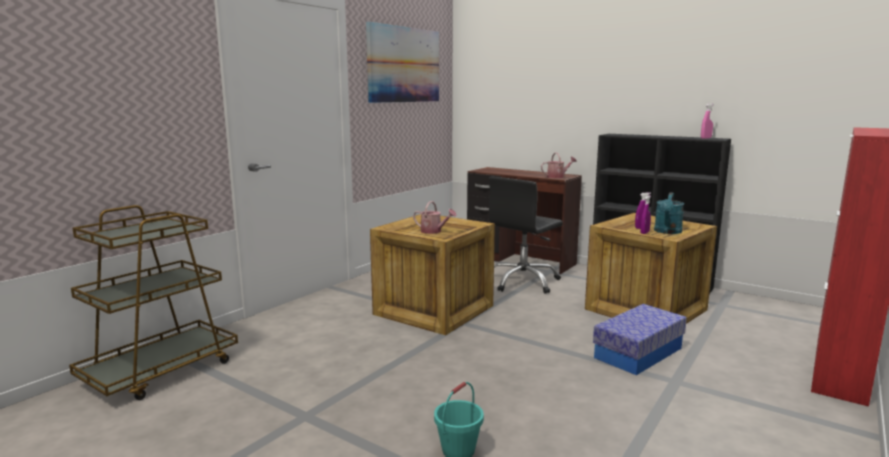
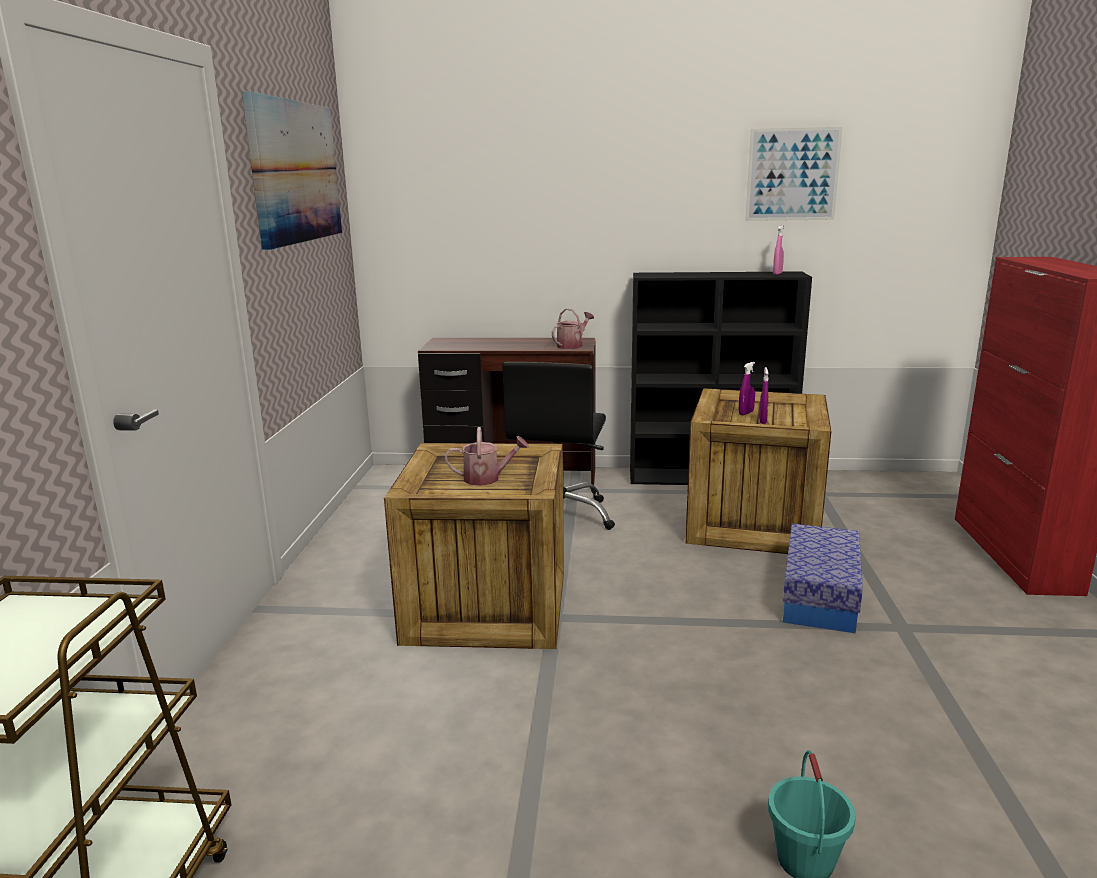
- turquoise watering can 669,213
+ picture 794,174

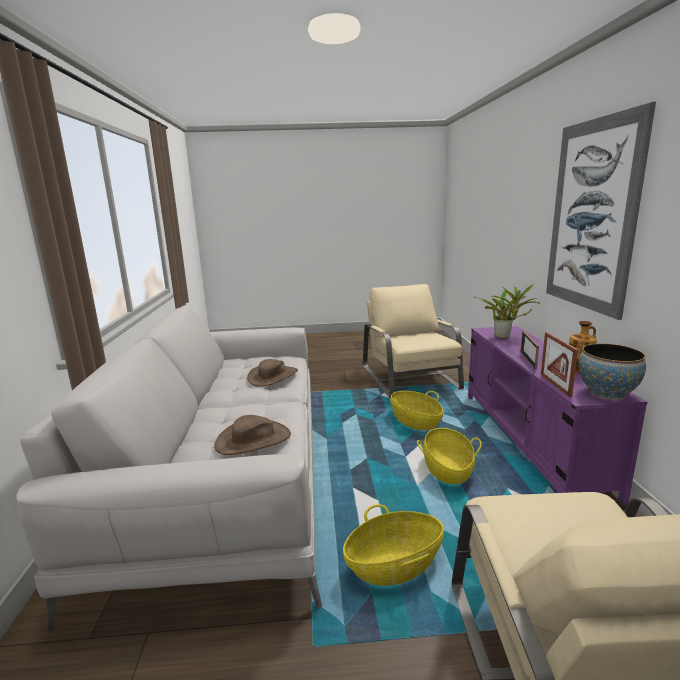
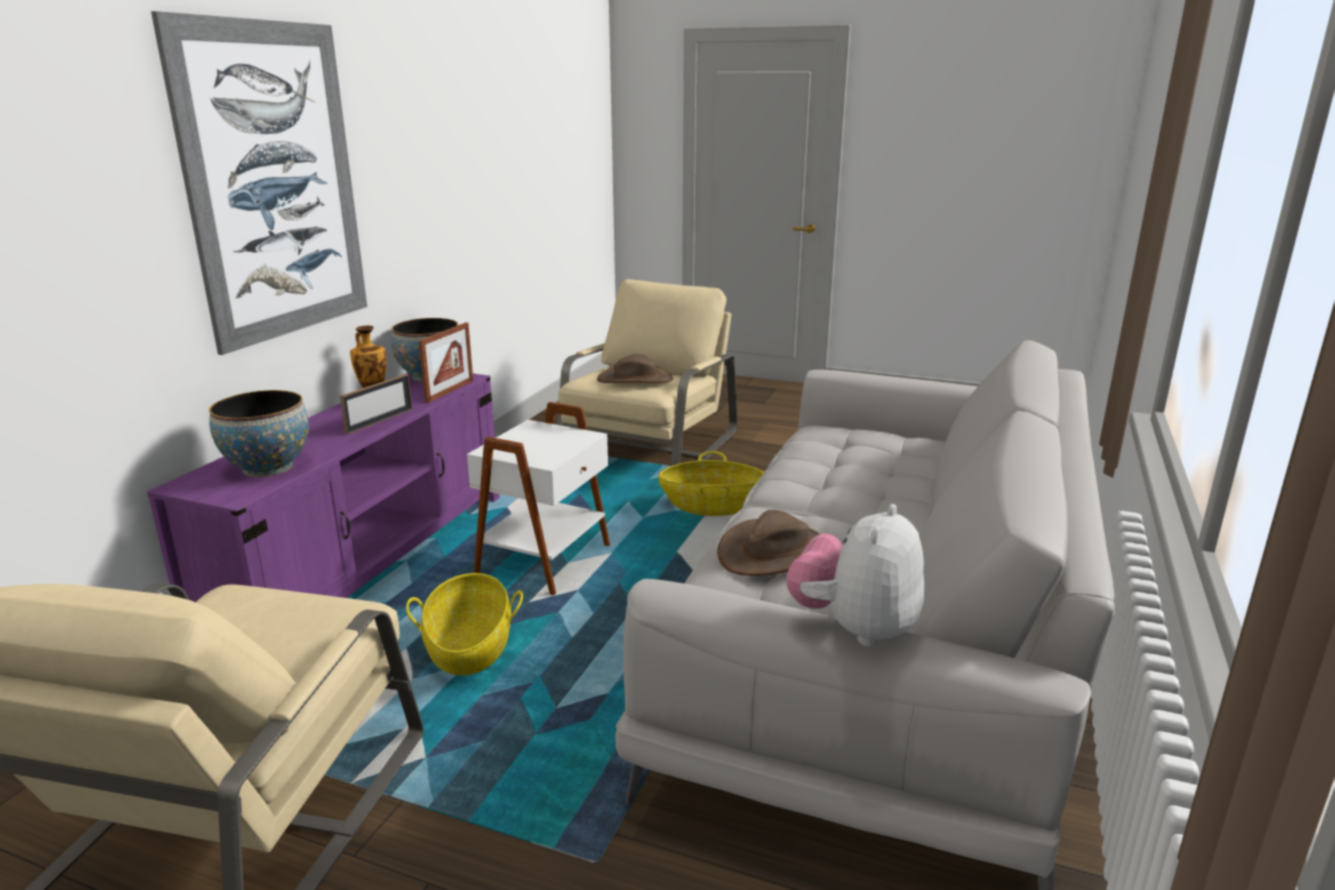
~ brown hat 252,435 to 635,368
~ basket 449,456 to white side table 538,498
~ potted plant 507,311 to bowl 259,433
+ plush toy 855,575

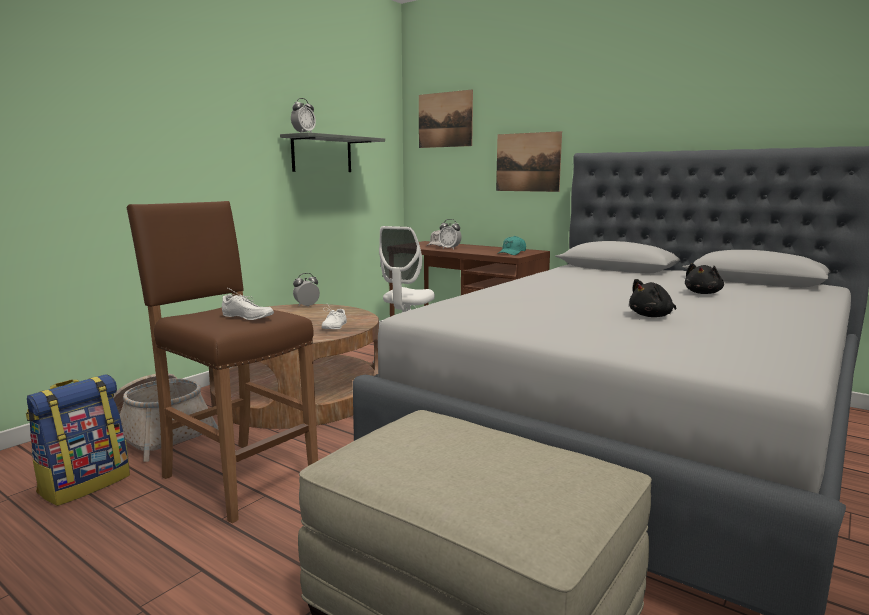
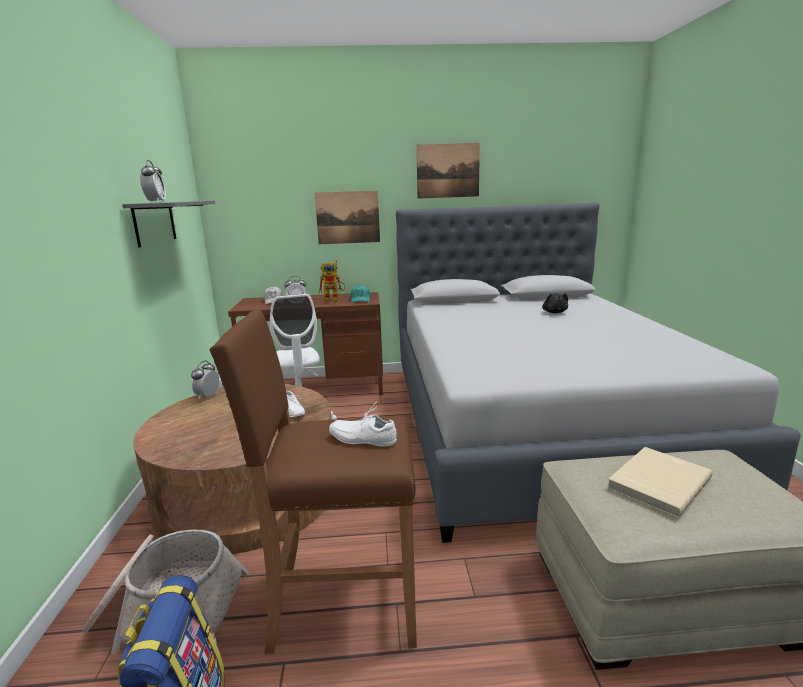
~ white shoe 248,304 = 363,424 150 degrees counterclockwise
~ picture 446,119 to 448,171
- black plush toy 652,298
+ toy robot 332,281
+ beige book 659,482

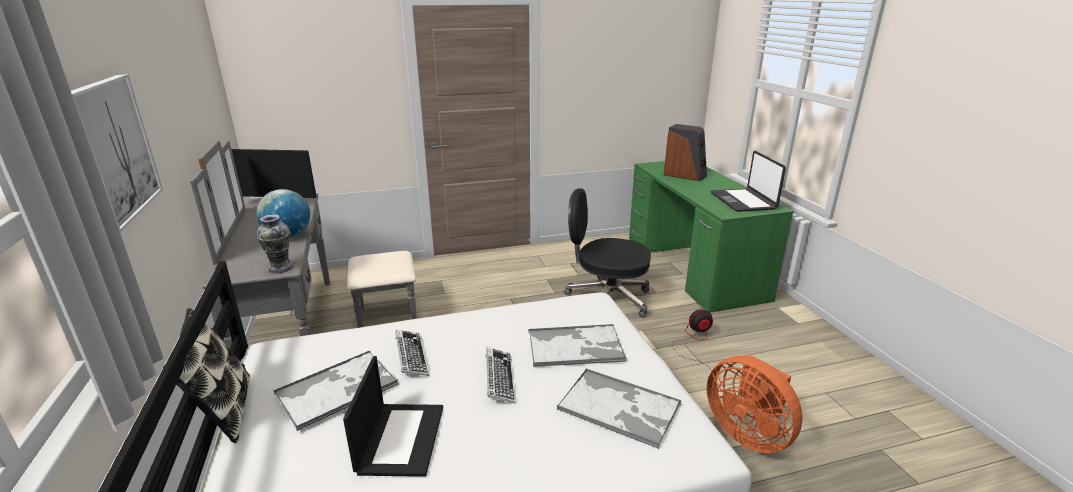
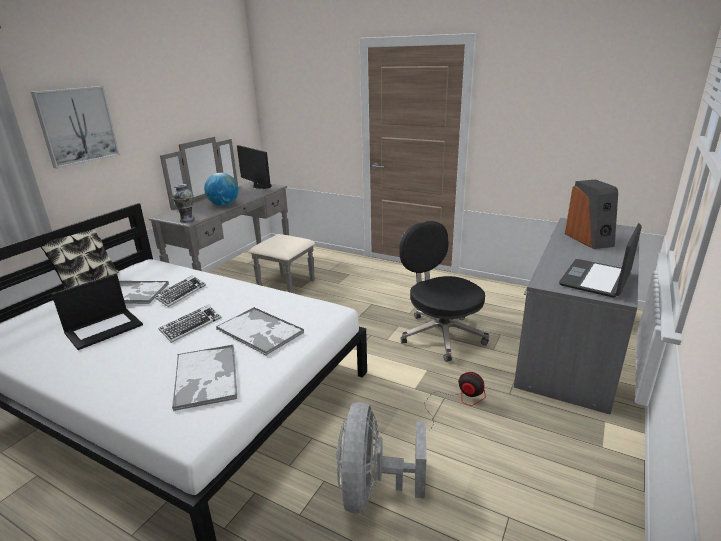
~ green desk 711,236 to grey desk 576,316
~ orange fan 754,404 to grey fan 381,457

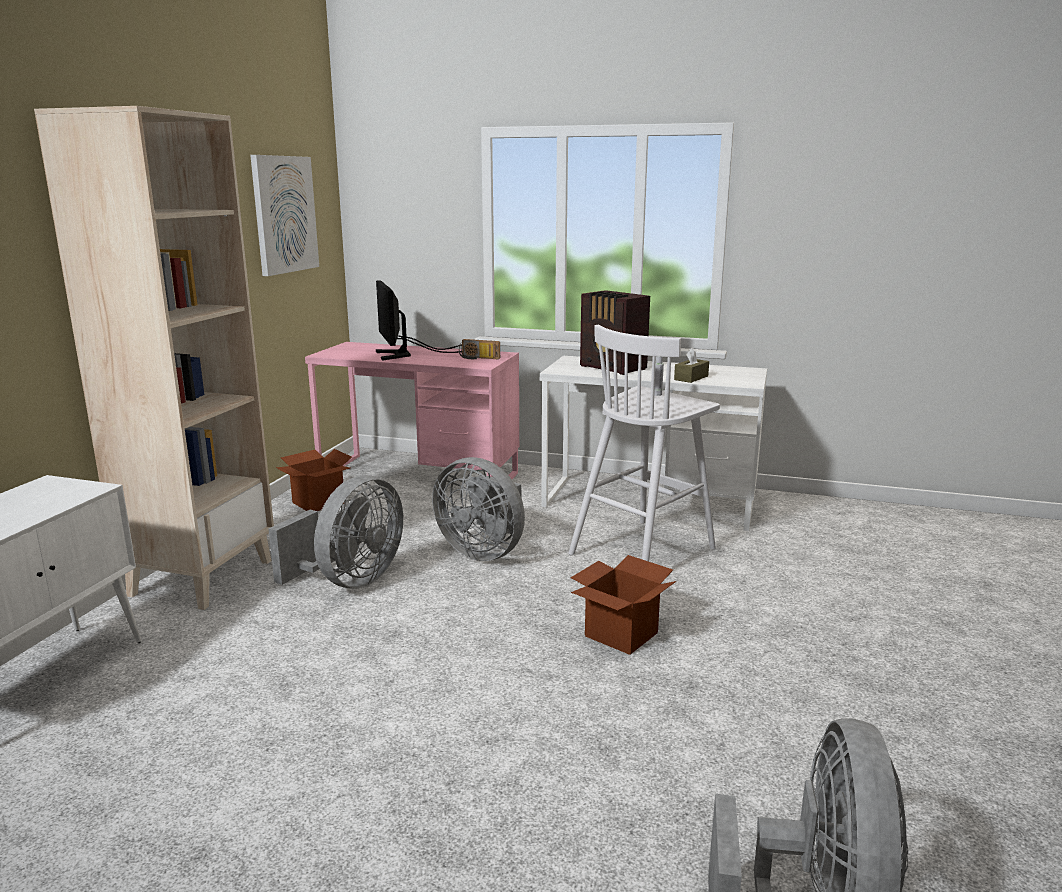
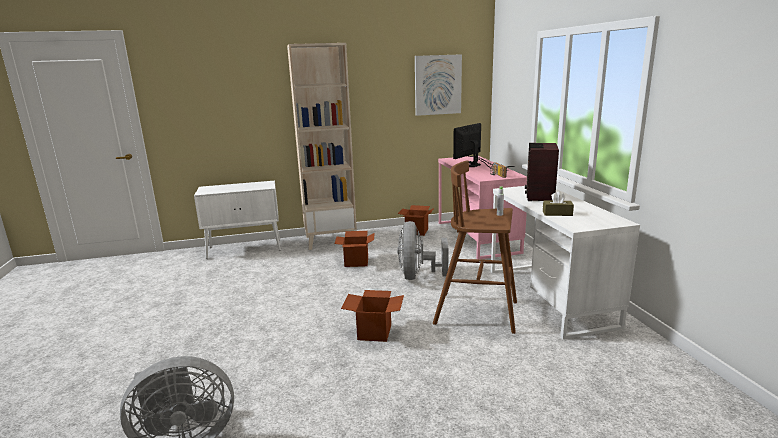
~ grey fan 335,531 to cardboard box 354,249
~ white stool 644,443 to brown stool 475,247

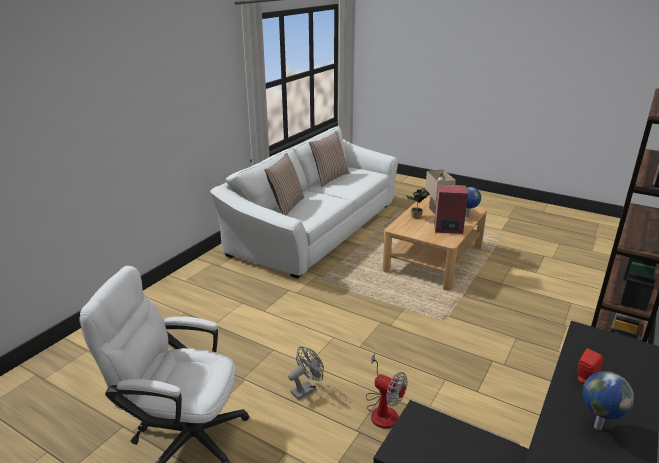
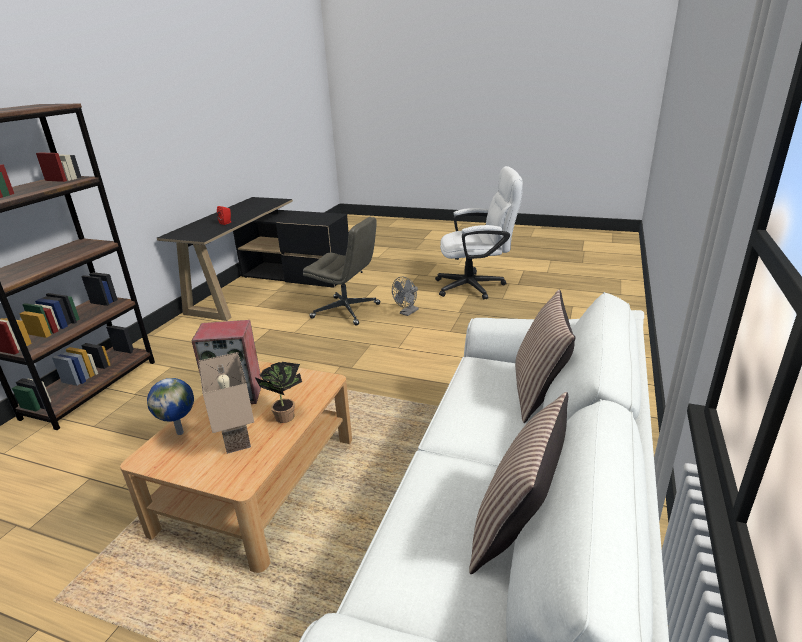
~ fan 386,391 to grey office chair 341,271
- globe 608,400

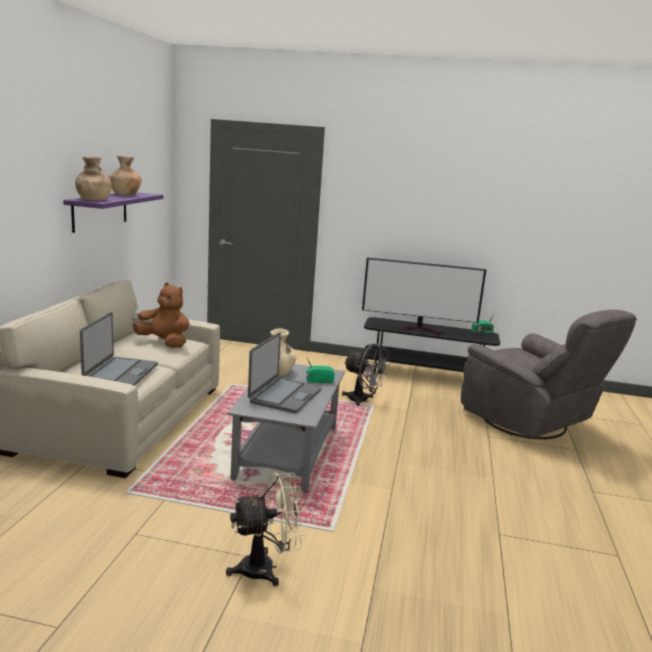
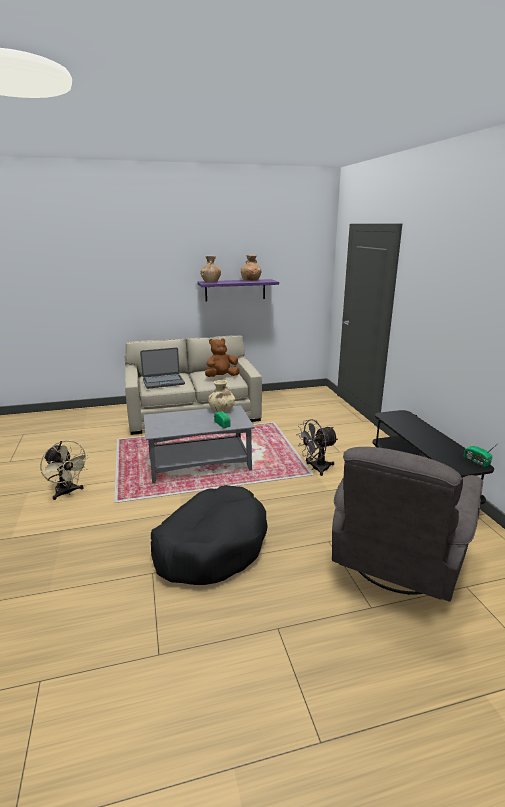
~ brown plush toy 161,315 = 222,357 120 degrees counterclockwise
- laptop 284,372
~ grey fan 366,375 = 317,447 60 degrees clockwise
- television 424,296
+ black dog bed 209,535

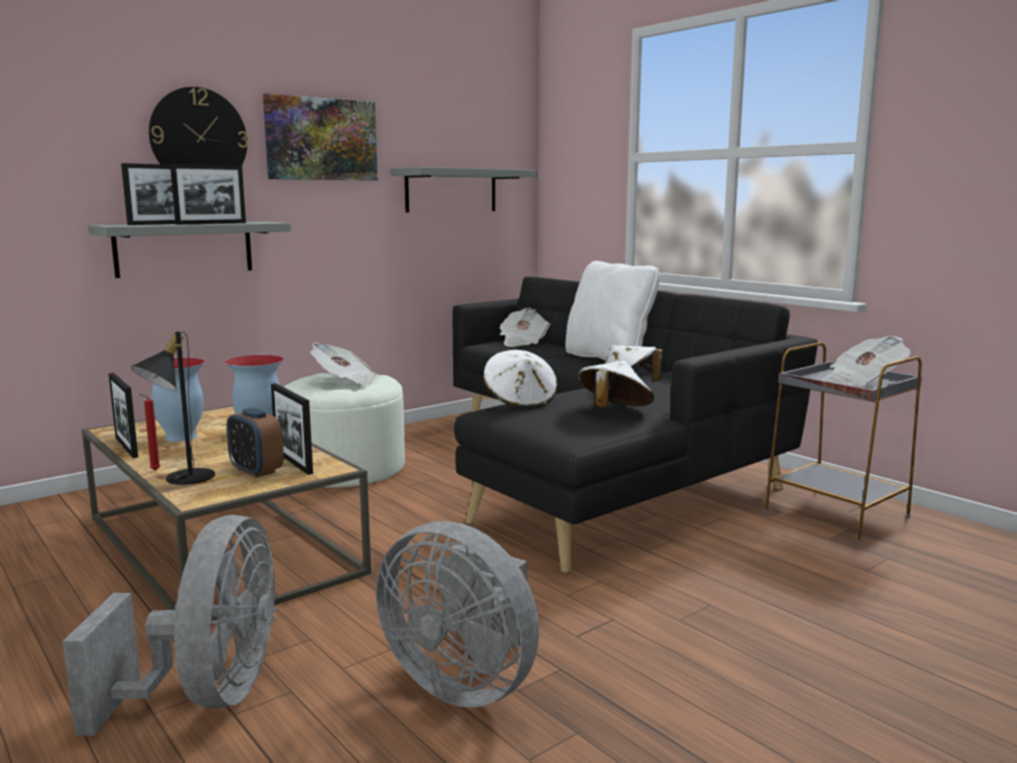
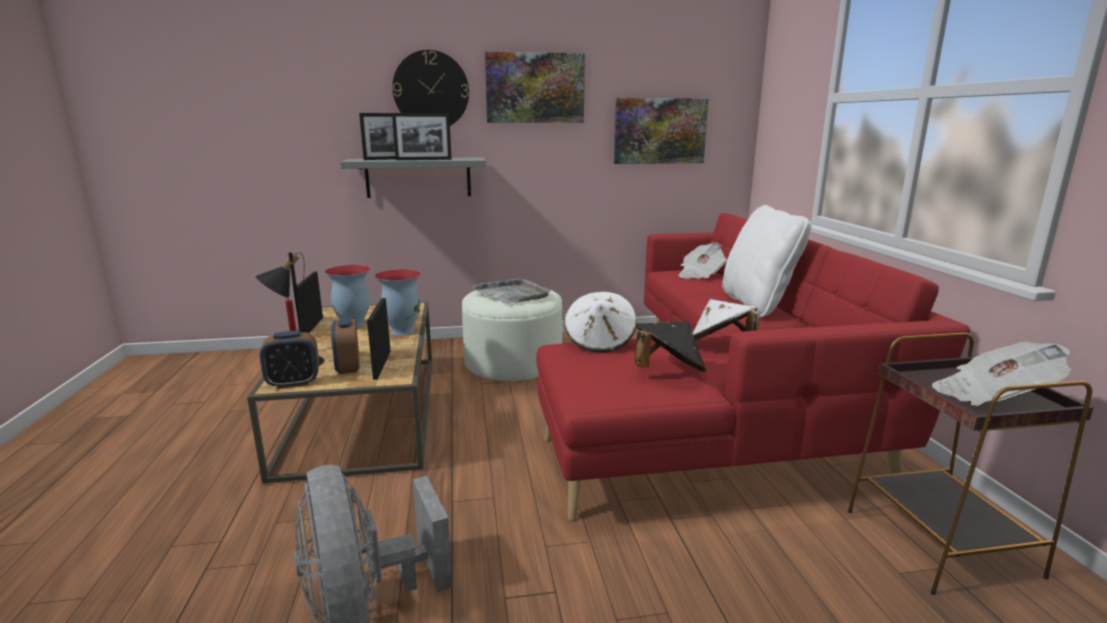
- grey fan 169,625
~ newspaper 343,364 to grey tray 511,290
~ grey shelf 464,189 to picture 661,131
~ black sofa 635,425 to red sofa 753,367
~ white hat 616,383 to black hat 670,346
~ grey side table 843,443 to brown side table 971,464
+ alarm clock 289,360

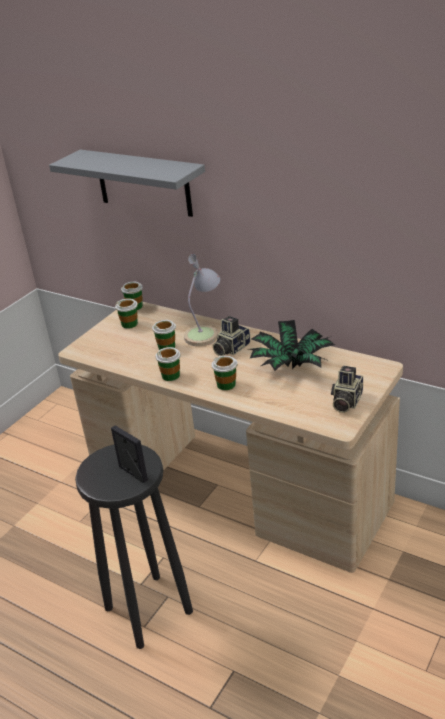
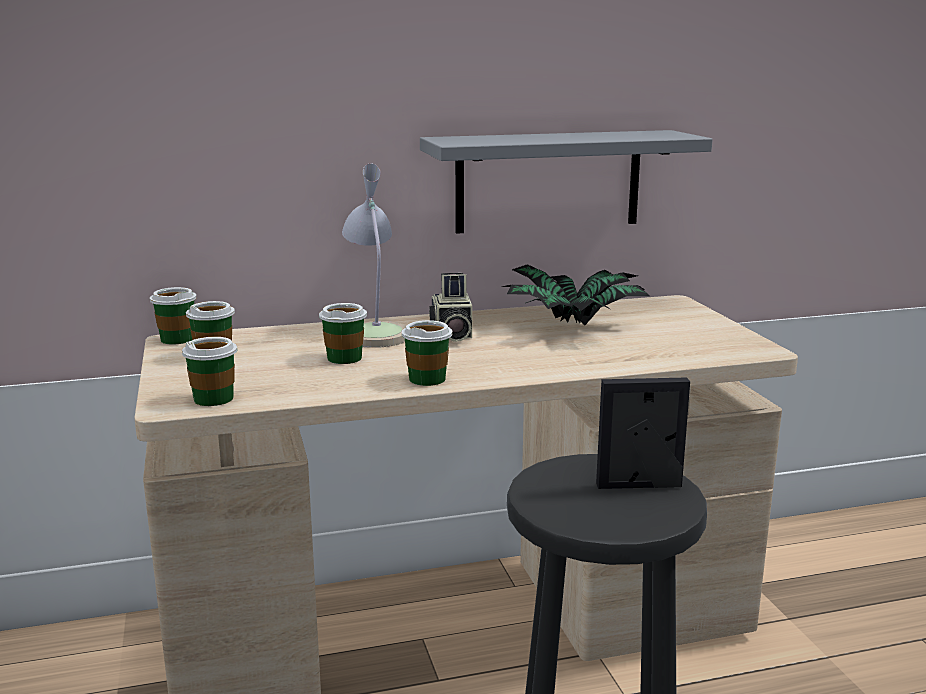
~ grey shelf 127,183 to 566,182
~ cup 224,372 to 210,371
- photo camera 347,389

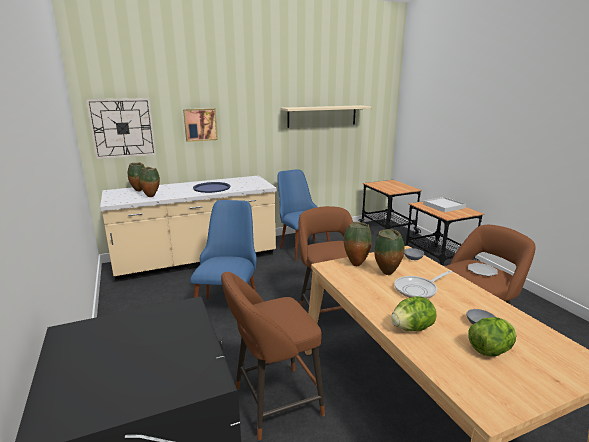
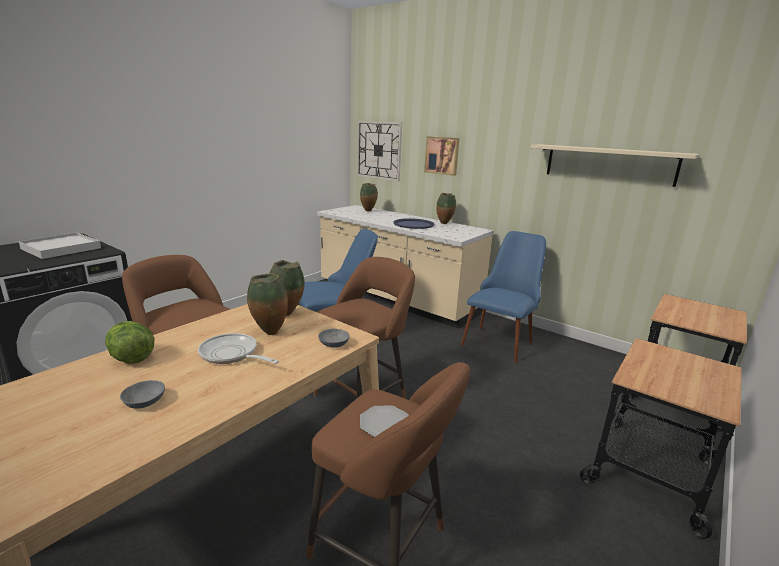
~ vase 149,182 to 446,208
~ white tray 444,204 to 60,246
- lettuce 493,336

